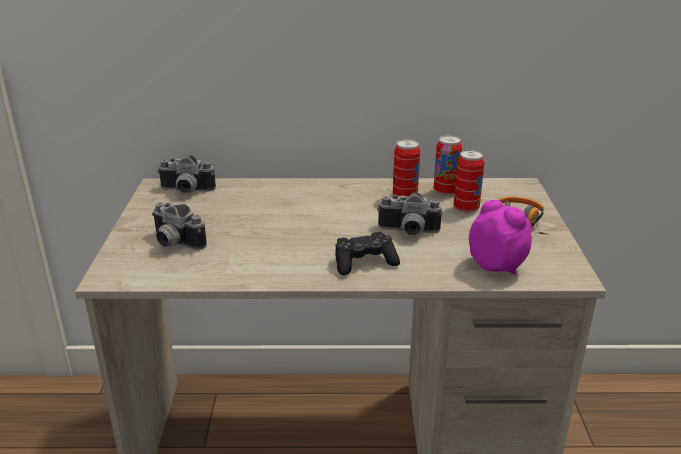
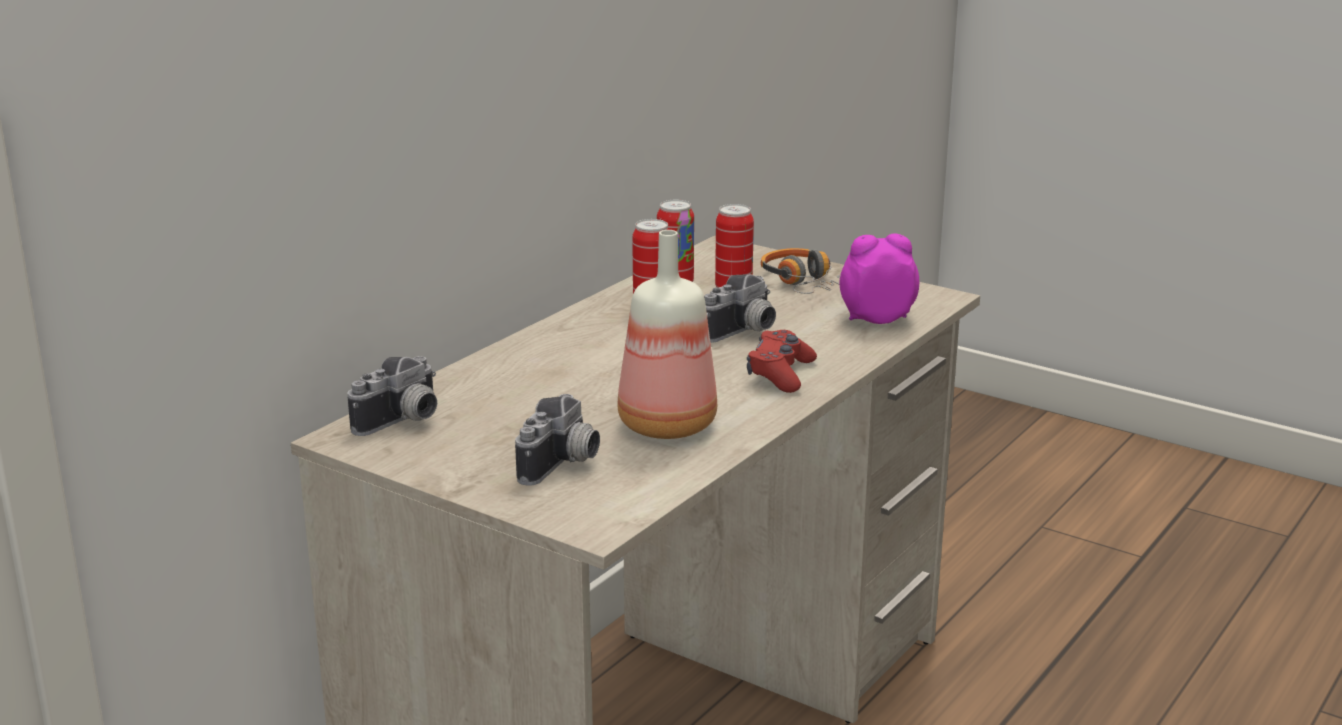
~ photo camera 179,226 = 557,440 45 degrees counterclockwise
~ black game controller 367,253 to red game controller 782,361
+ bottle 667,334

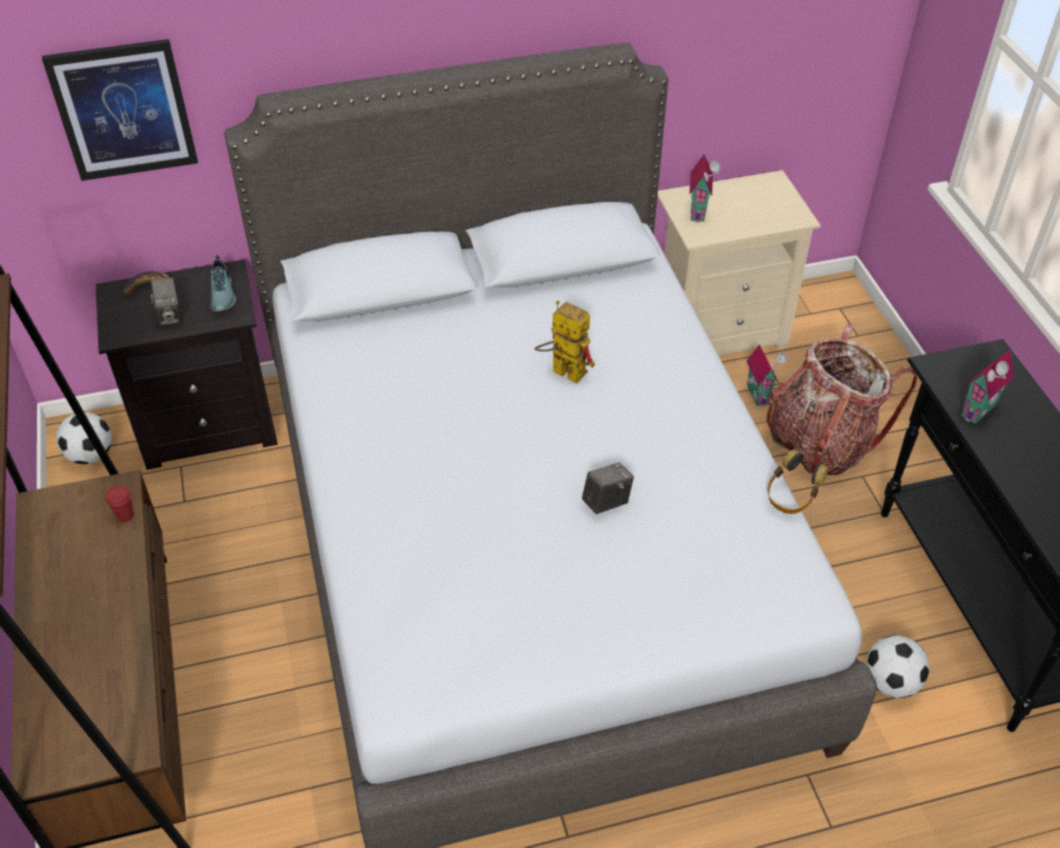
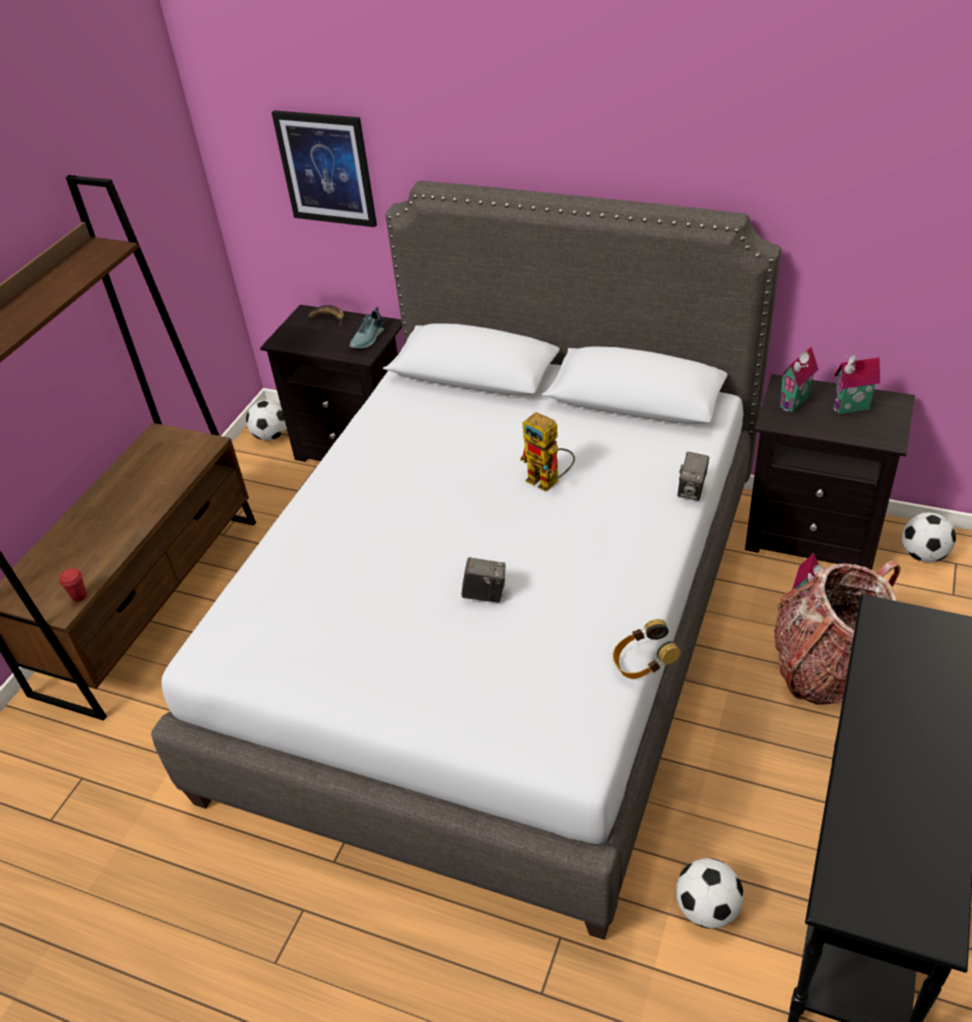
~ red cup 120,504 to 73,585
~ photo camera 166,302 to 693,476
~ toy robot 565,342 = 547,452 150 degrees clockwise
~ beige nightstand 739,263 to black nightstand 830,472
~ toy house 987,387 to 856,384
+ football 929,537

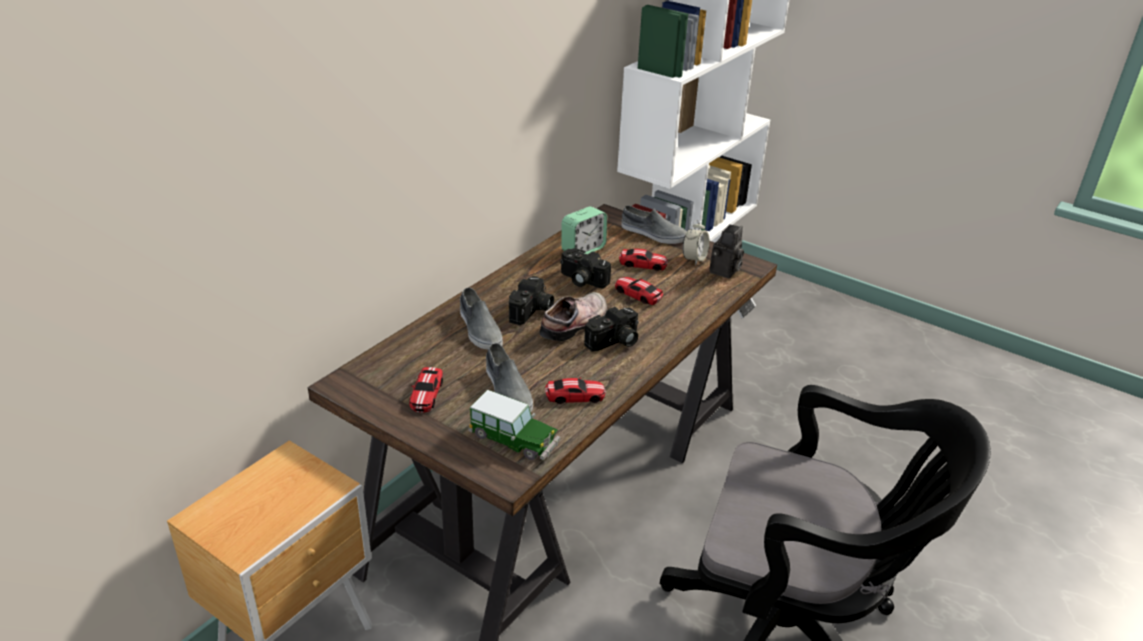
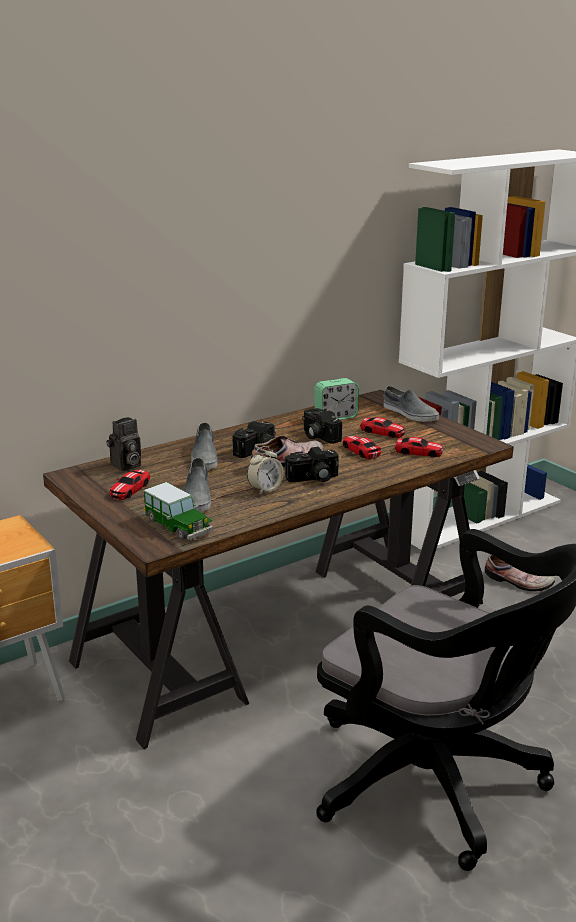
~ toy car 575,390 to 419,447
~ alarm clock 696,242 to 265,470
~ photo camera 726,251 to 123,444
+ shoe 520,573

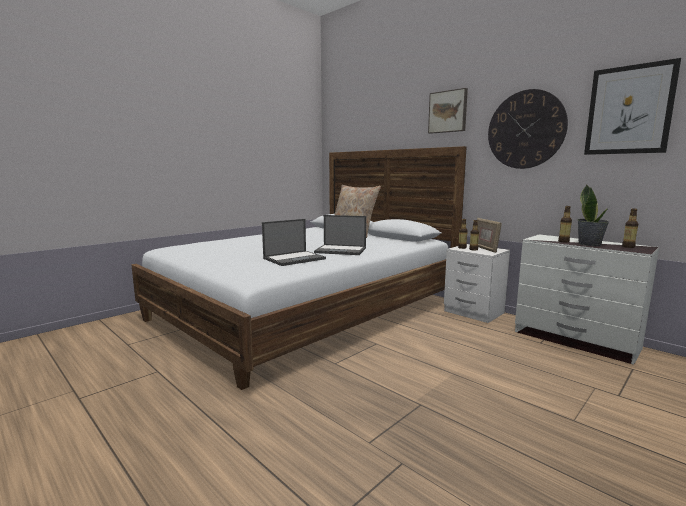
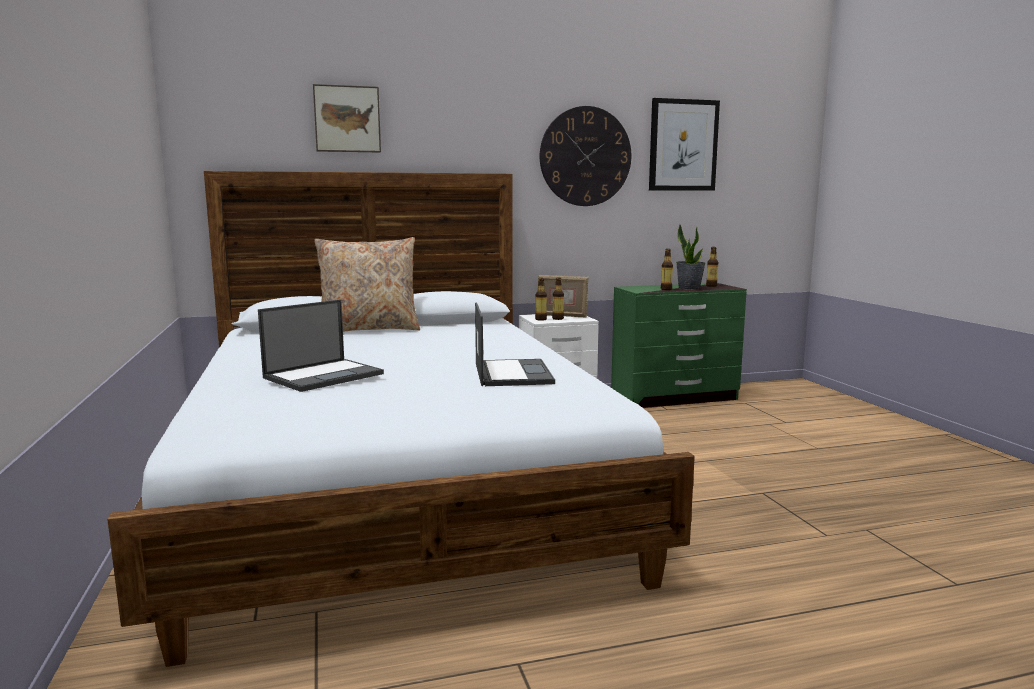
~ laptop 340,235 to 321,346
~ picture 448,111 to 347,118
~ white dresser 587,300 to green dresser 679,345

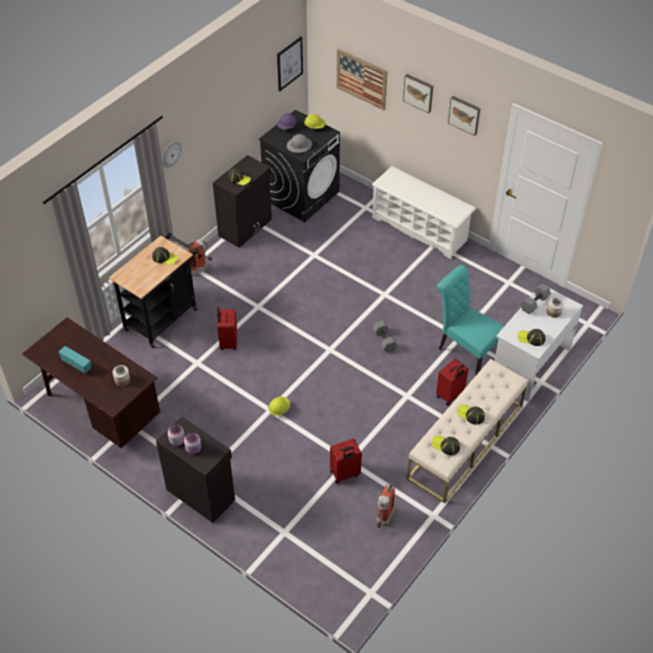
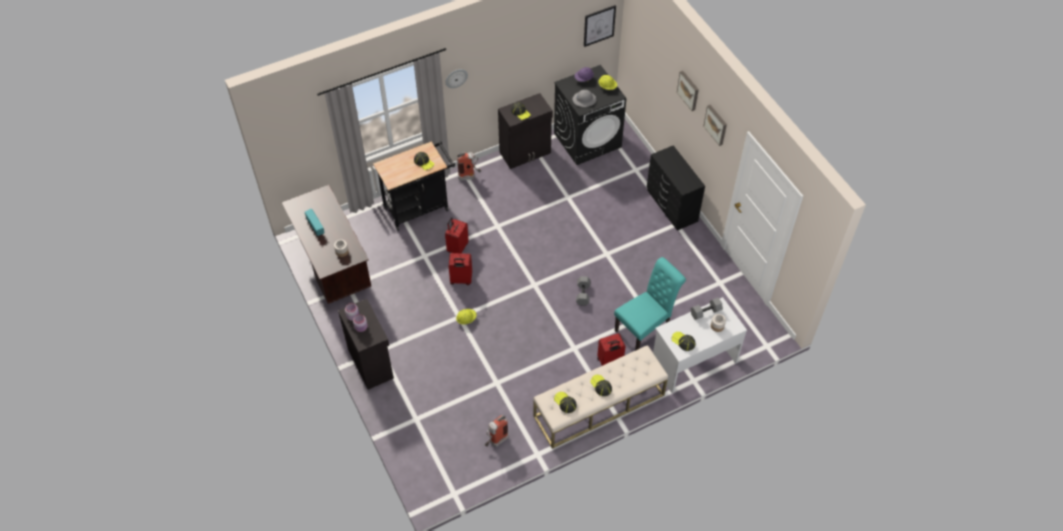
~ red suitcase 346,461 to 460,269
- picture 362,79
~ white shoe rack 424,212 to black dresser 676,188
~ turquoise chair 470,320 = 650,304 75 degrees clockwise

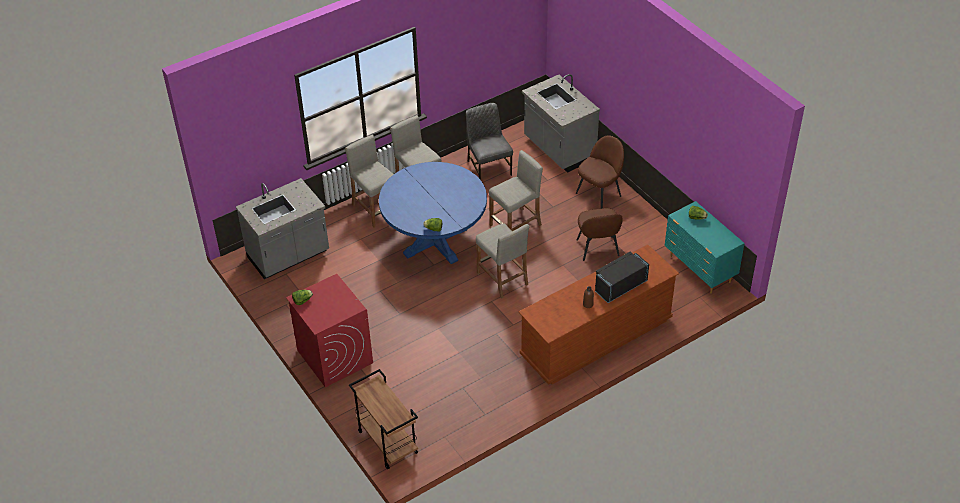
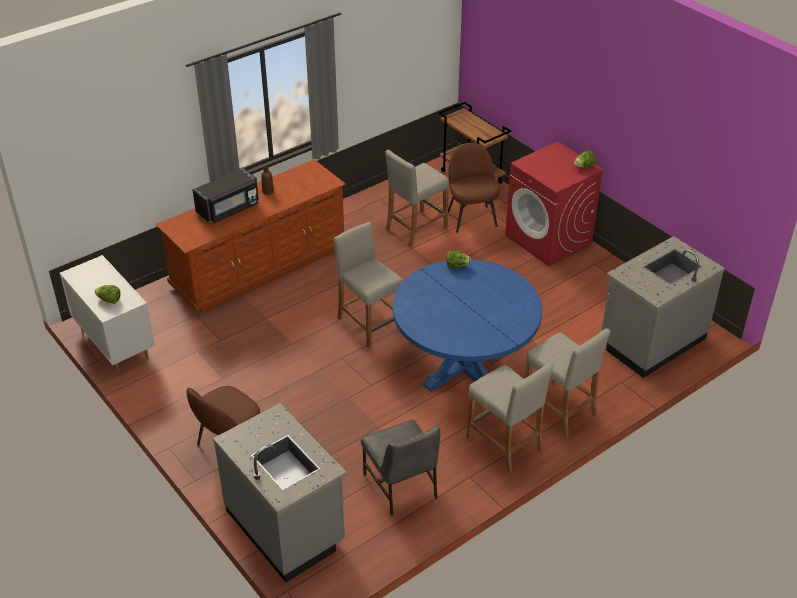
~ beige stool 516,190 to 417,198
~ brown chair 600,234 to 473,188
~ turquoise dresser 704,247 to white dresser 107,314

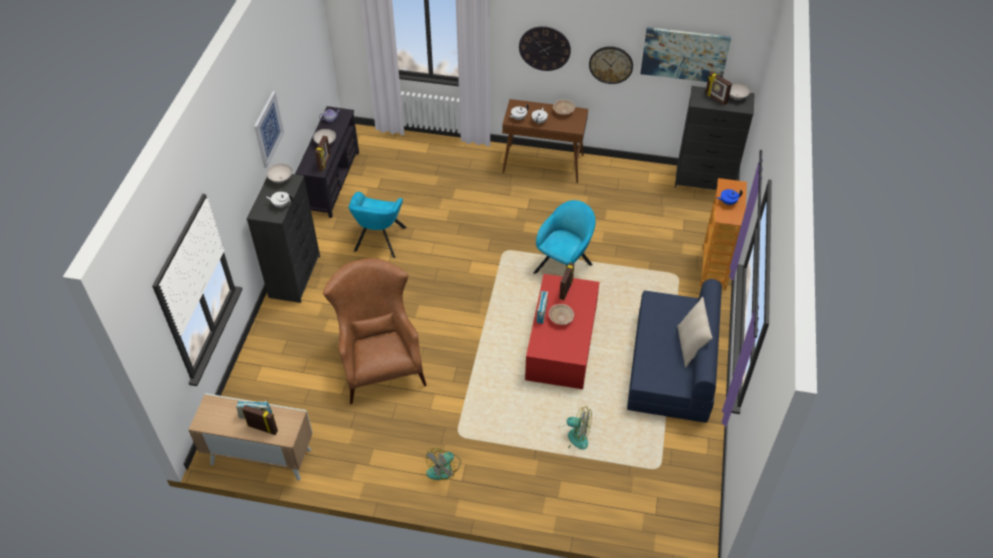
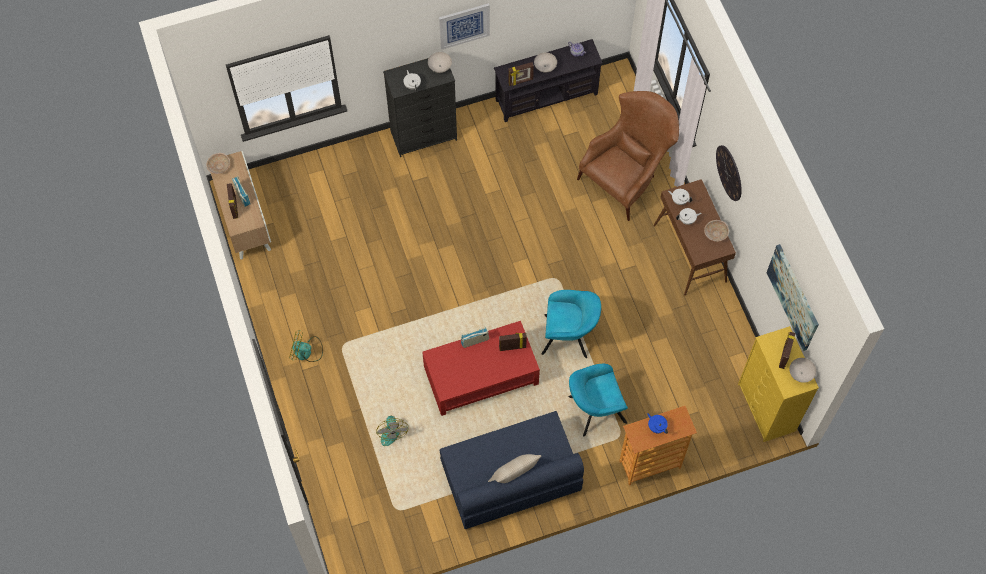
~ brown armchair 375,331 to 628,156
~ turquoise armchair 377,225 to 598,400
~ beige bowl 561,314 to 218,163
- wall clock 611,65
~ black dresser 715,138 to yellow dresser 778,384

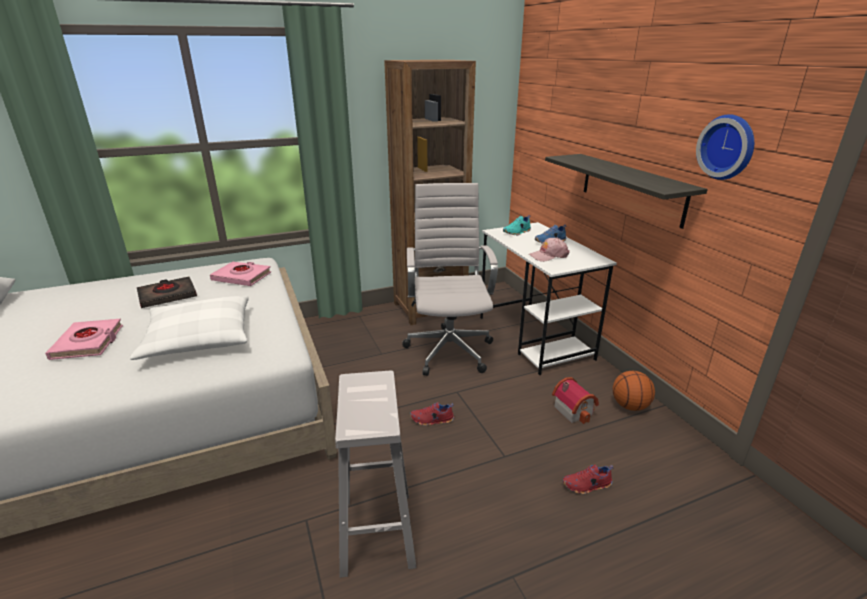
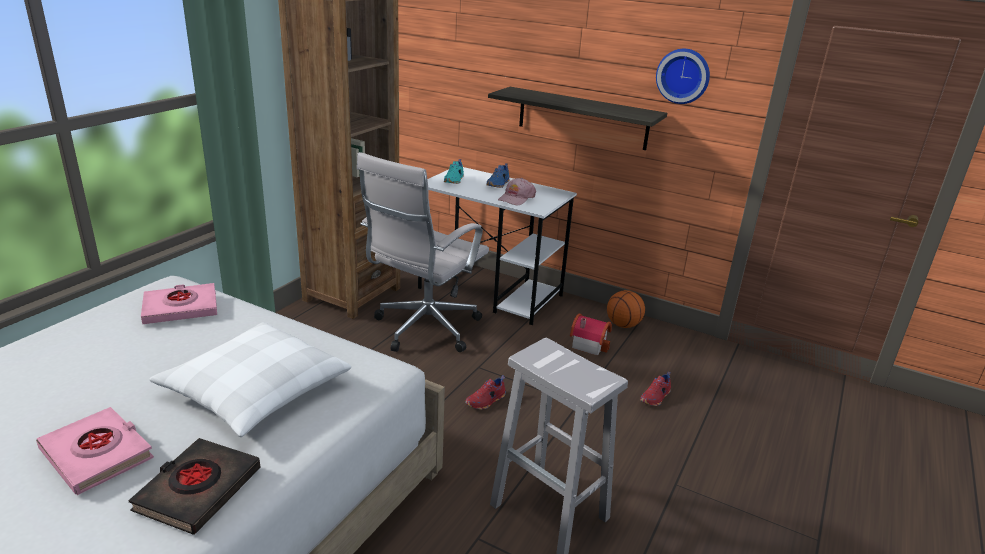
~ black book 167,292 to 194,486
~ white office chair 450,279 = 423,252 105 degrees counterclockwise

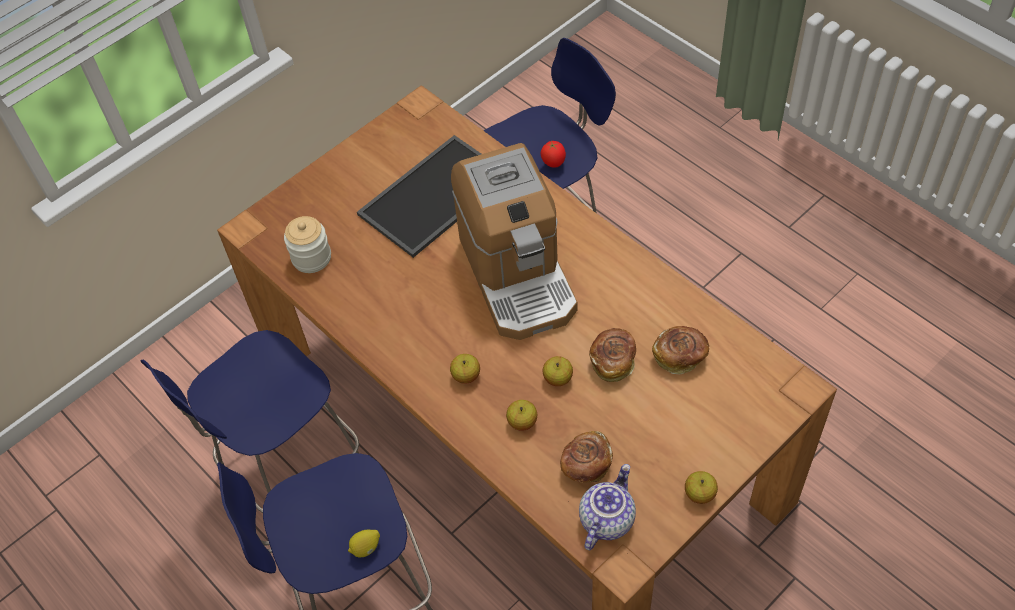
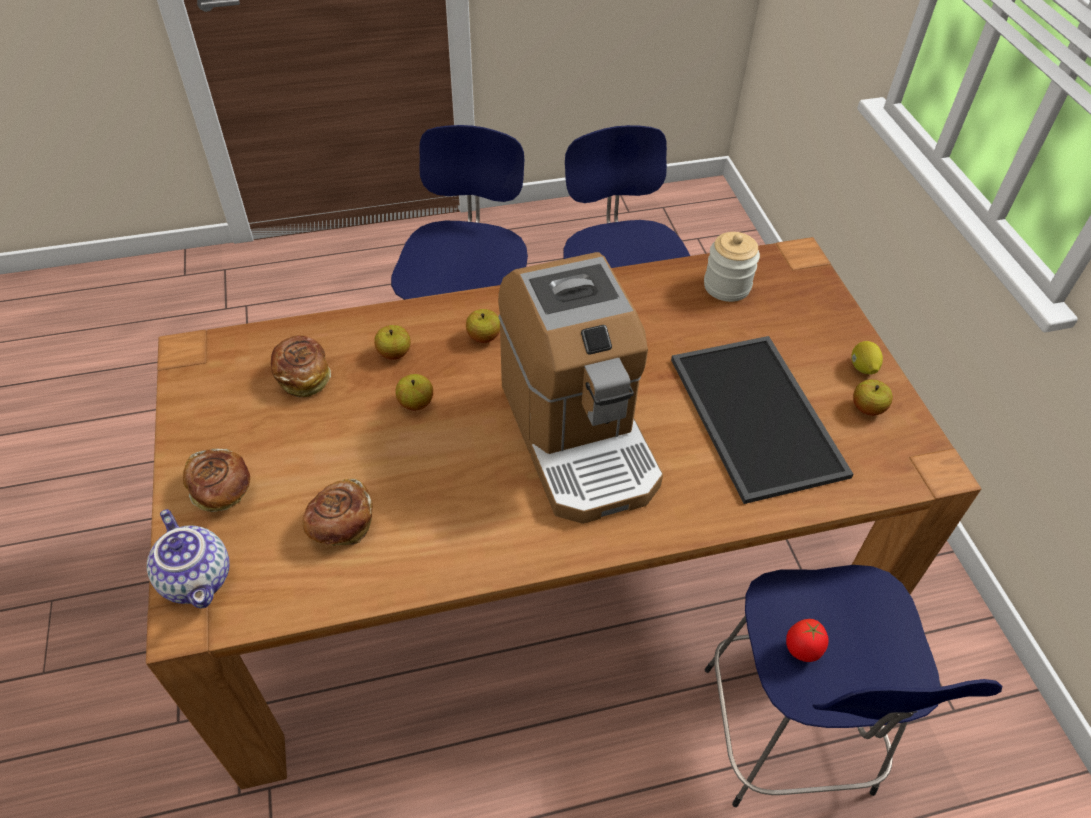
~ lemon 364,543 to 867,358
~ coffee machine 514,241 = 580,388 120 degrees counterclockwise
~ teapot 607,507 to 188,559
~ bread 612,355 to 216,480
~ apple 701,487 to 873,397

